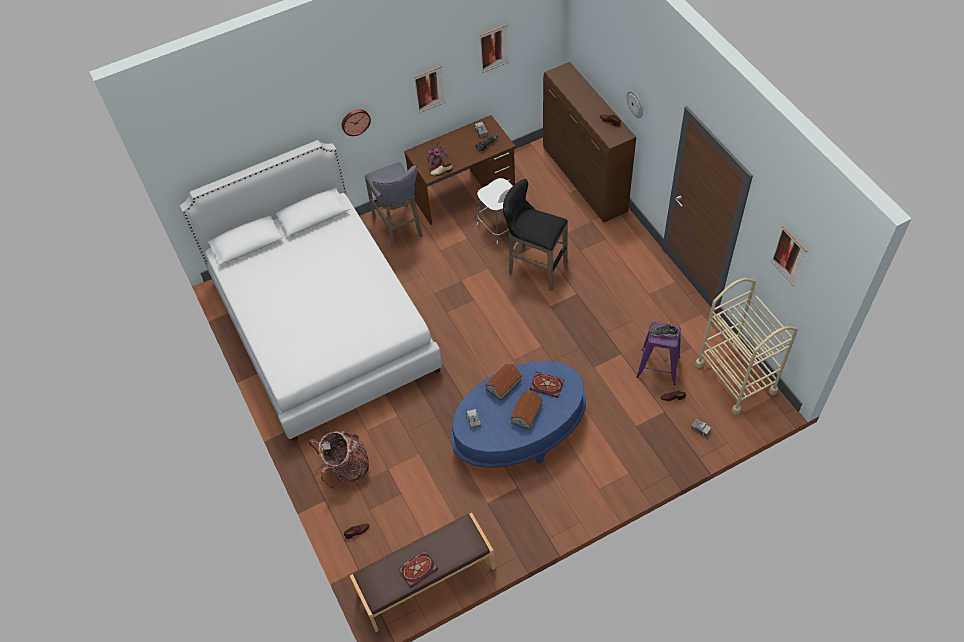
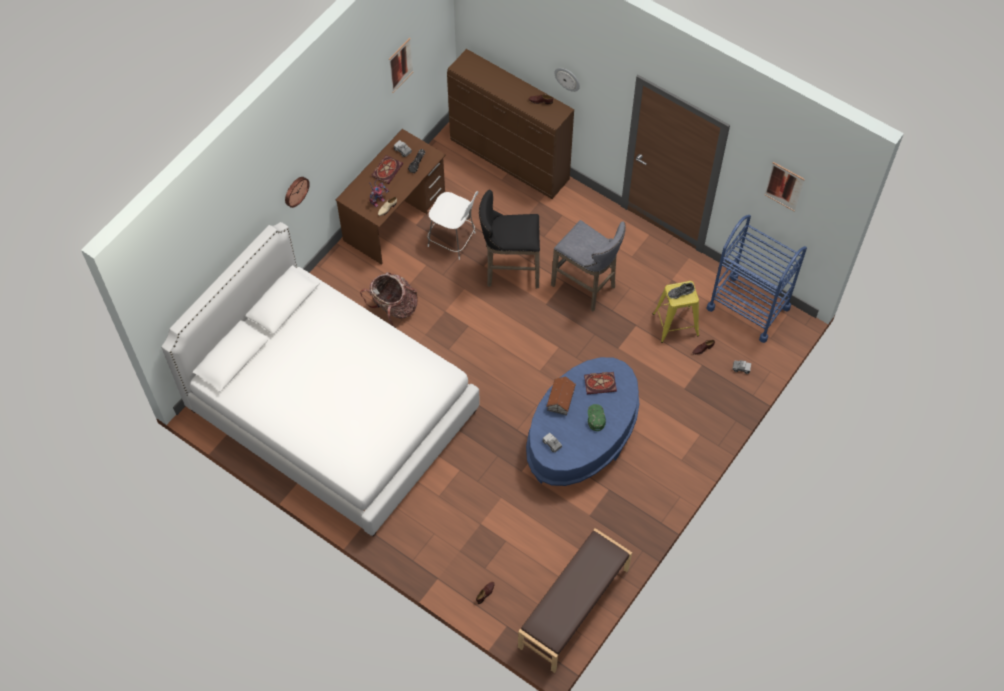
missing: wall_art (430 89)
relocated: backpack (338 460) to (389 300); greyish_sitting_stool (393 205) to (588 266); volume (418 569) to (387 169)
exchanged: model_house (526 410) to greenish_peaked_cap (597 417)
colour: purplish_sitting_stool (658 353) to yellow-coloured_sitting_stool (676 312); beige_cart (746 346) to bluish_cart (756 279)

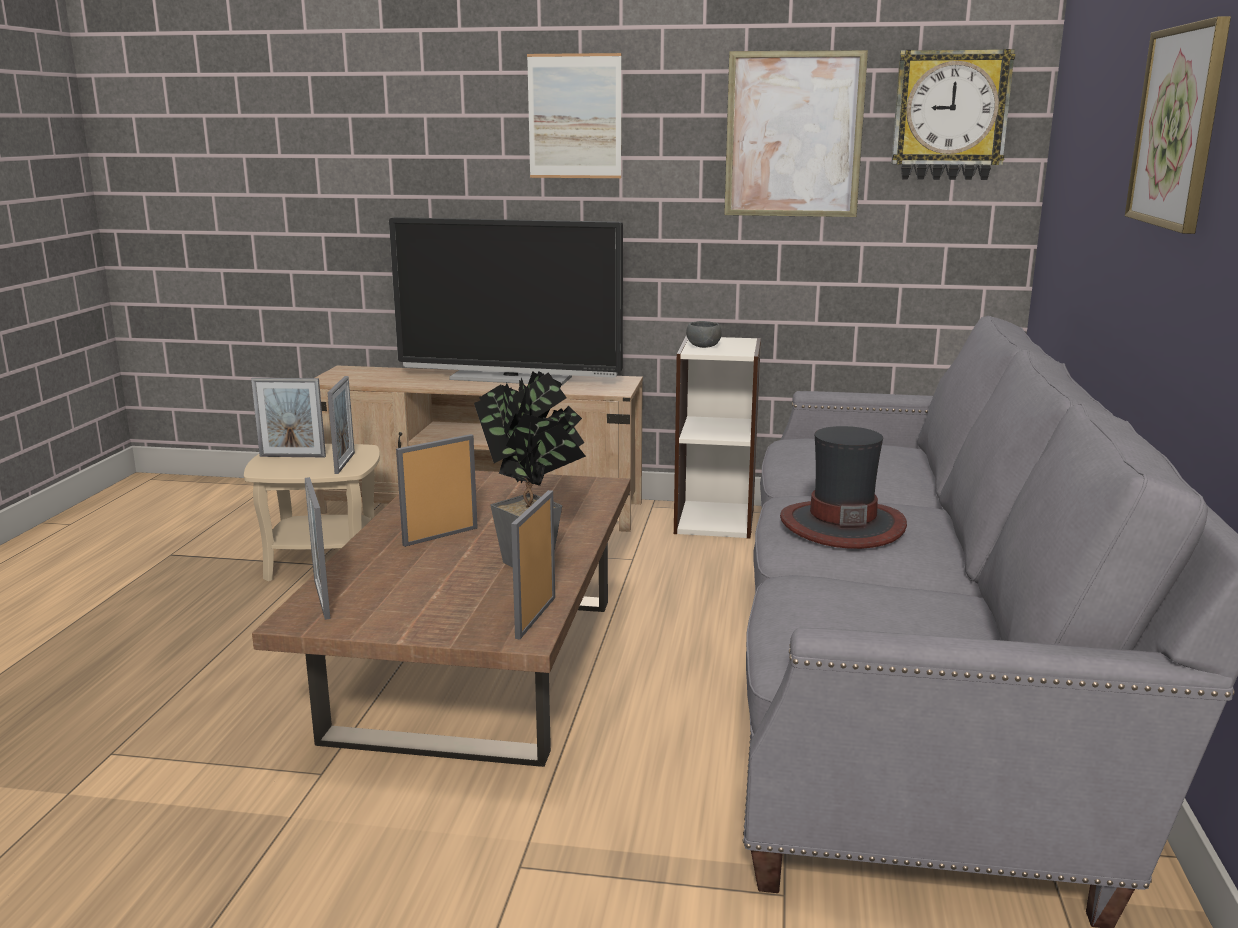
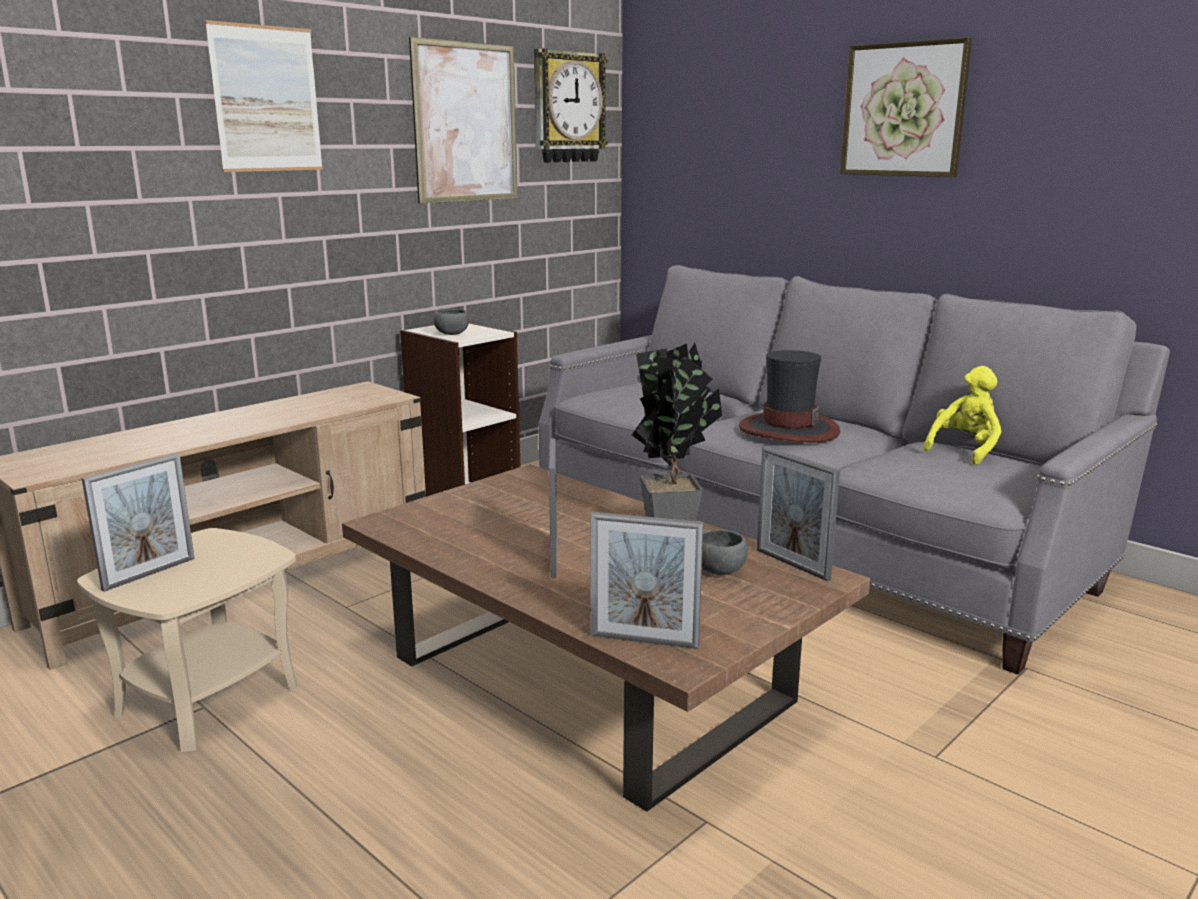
missing: picture_frame (341 425); TV (506 301)
appeared: greyish_deep_dish (725 552); yellow-coloured_soft_toy (962 415)

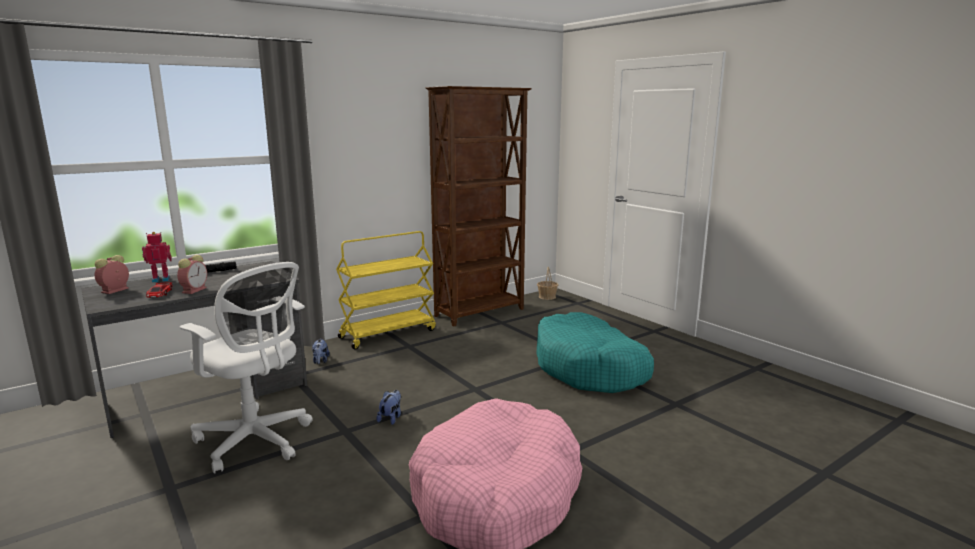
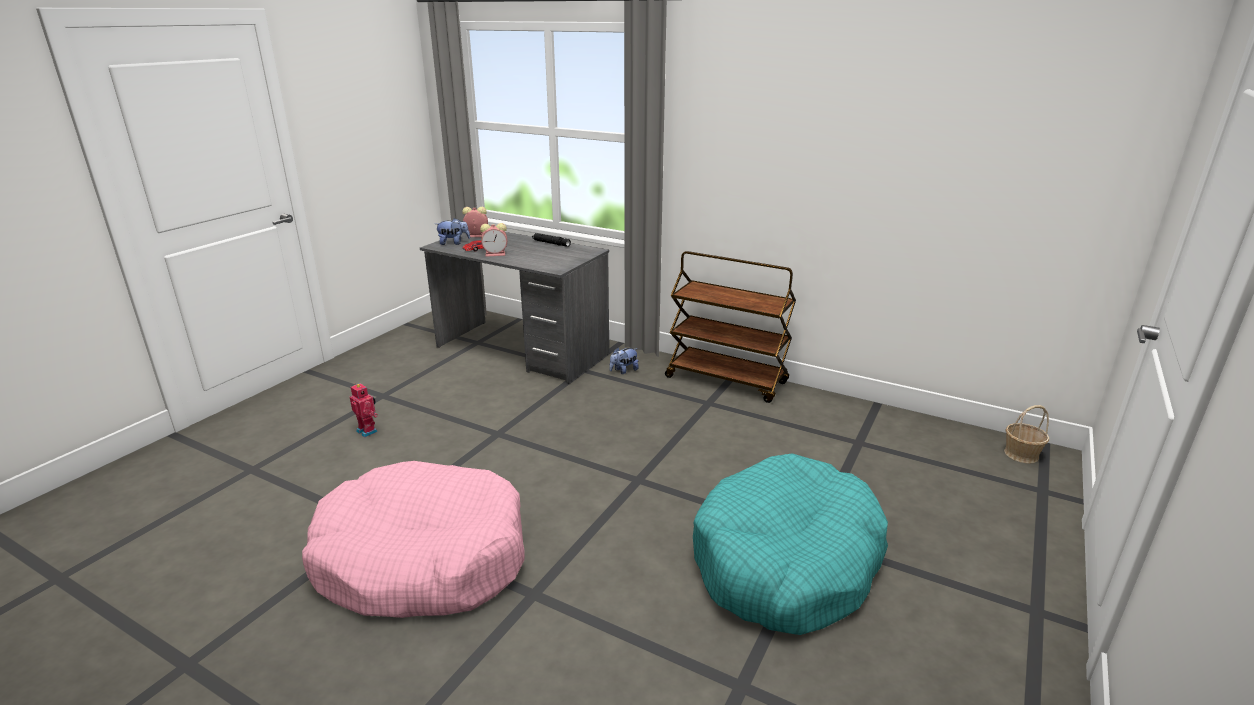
missing: whitish_office_chair (246 367); brownish_bookcase (478 206)
relocated: model_robot (157 257) to (364 410); soft_toy (389 407) to (453 231)
colour: yellow-coloured_cart (386 290) to brownish_cart (730 327)

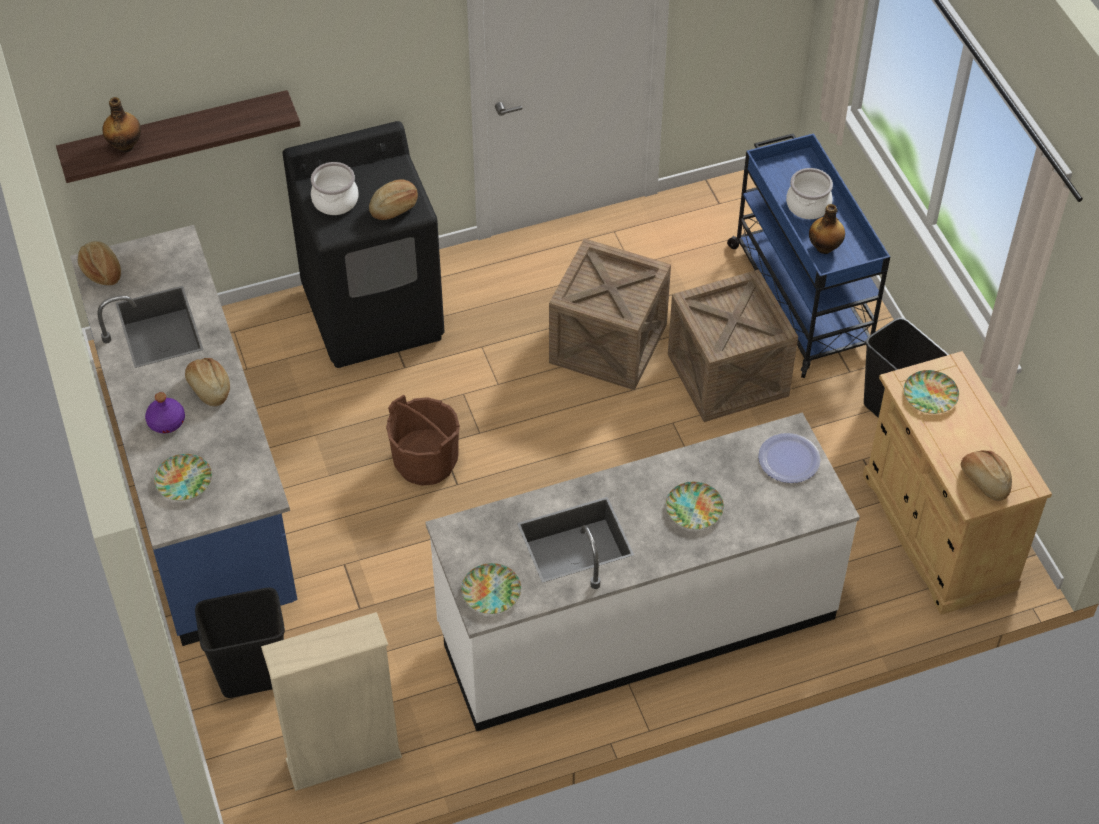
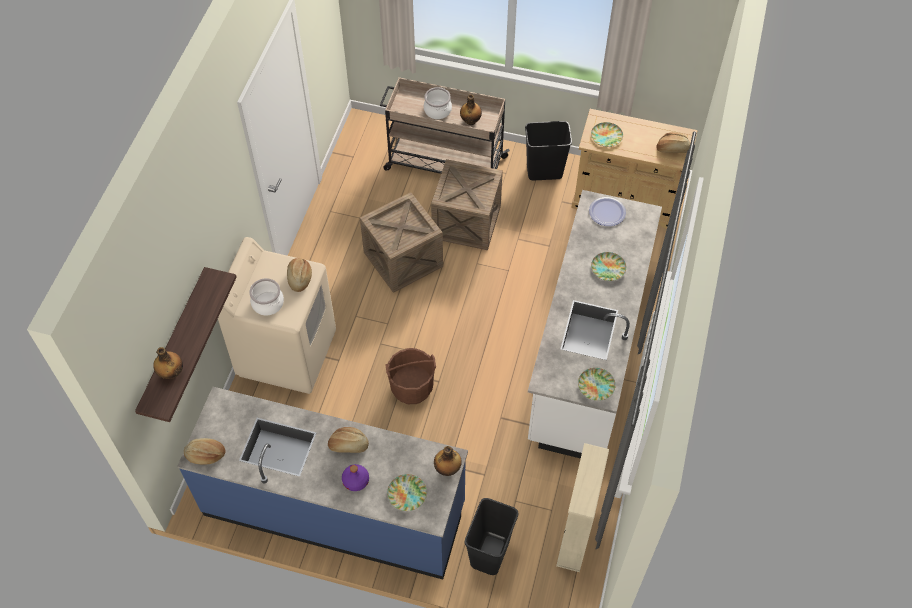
appeared: bottle (448 461)
colour: black_washing_machine (363 244) to beige_washing_machine (277 315); bluish_cart (808 255) to beige_cart (445 125)

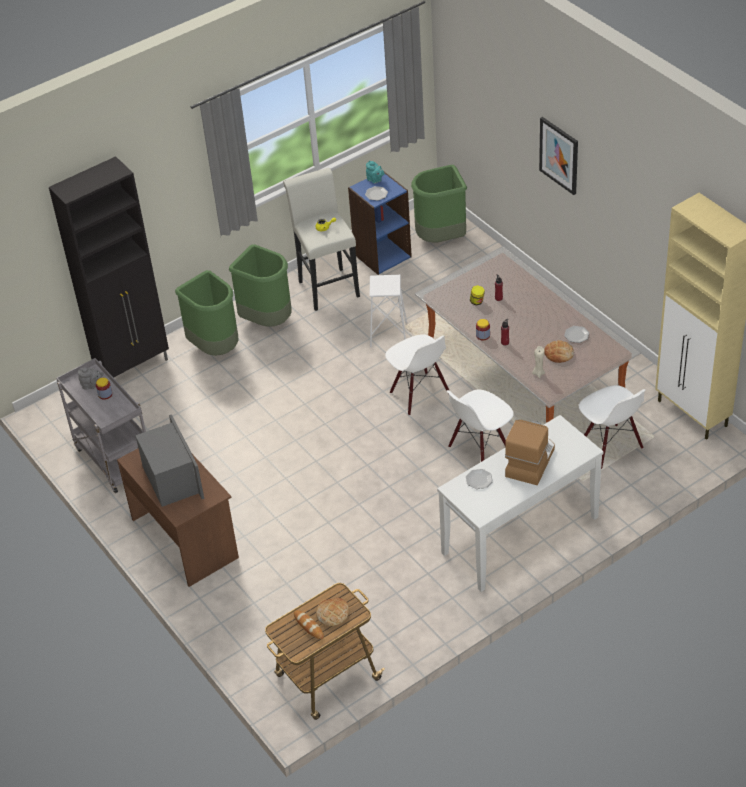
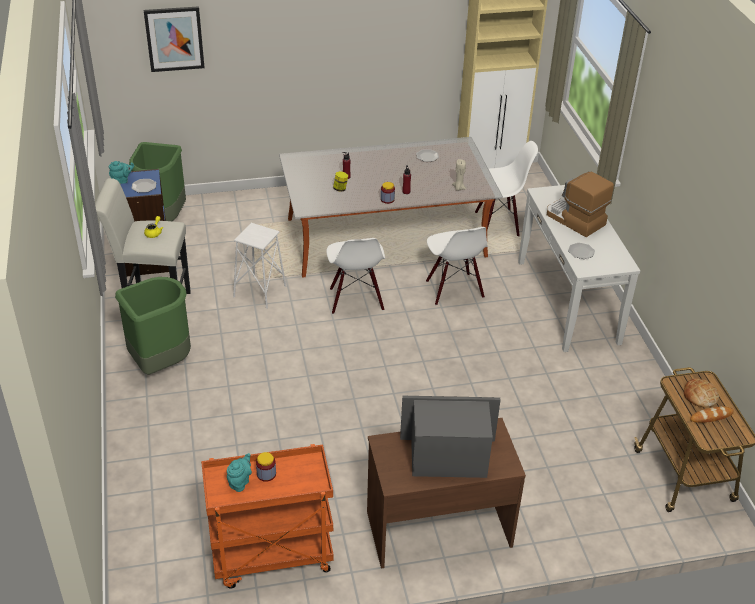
missing: black_cupboard (109 267); greenish_trash_can (207 313); bread (559 351)
relocated: wall_art (558 156) to (174 39)
colour: greyish_cart (101 425) to orange-coloured_cart (267 516); greyish_tea_pot (91 378) to turquoise-coloured_tea_pot (239 472)
spun: whitish_plain_chair (417 374) = (355 276) 90 degrees clockwise

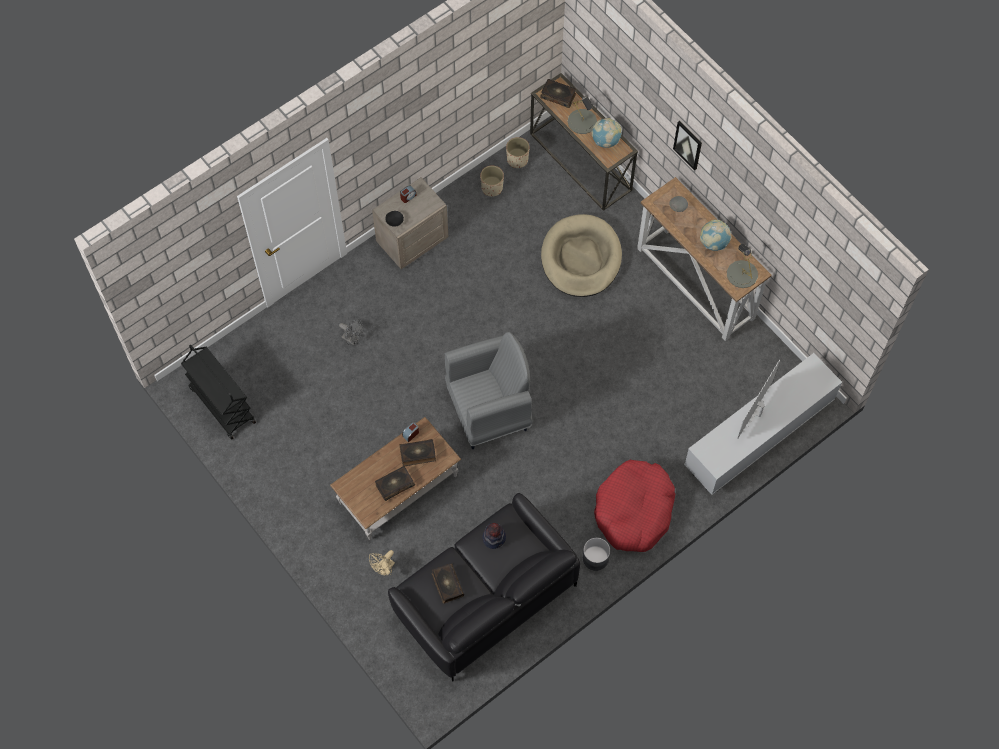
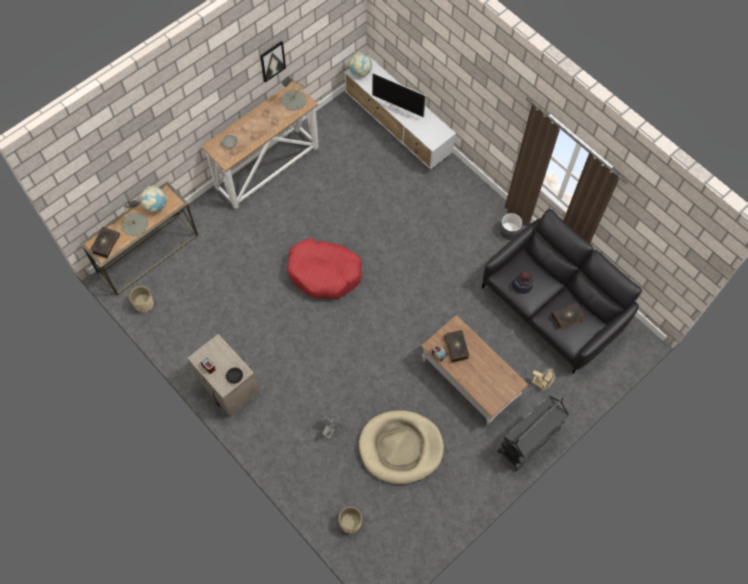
missing: volume (395 483); greyish_easy_chair (489 390)
relocated: black_cart (218 392) to (533 433); beige_planter (492 181) to (350 520); beige_pet_bed (581 255) to (401 447); red-coloured_pet_bed (635 506) to (324 268); wall_art (687 146) to (273 62); globe (715 235) to (360 64)

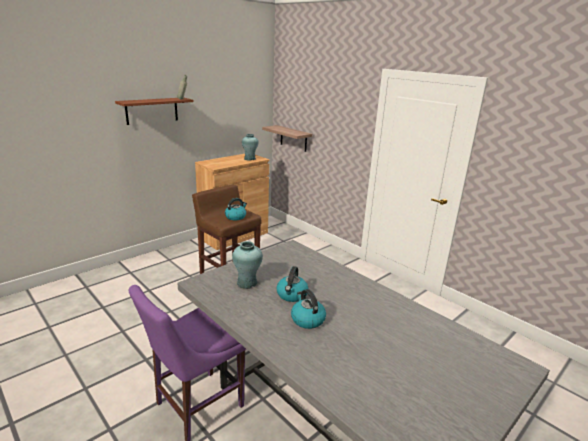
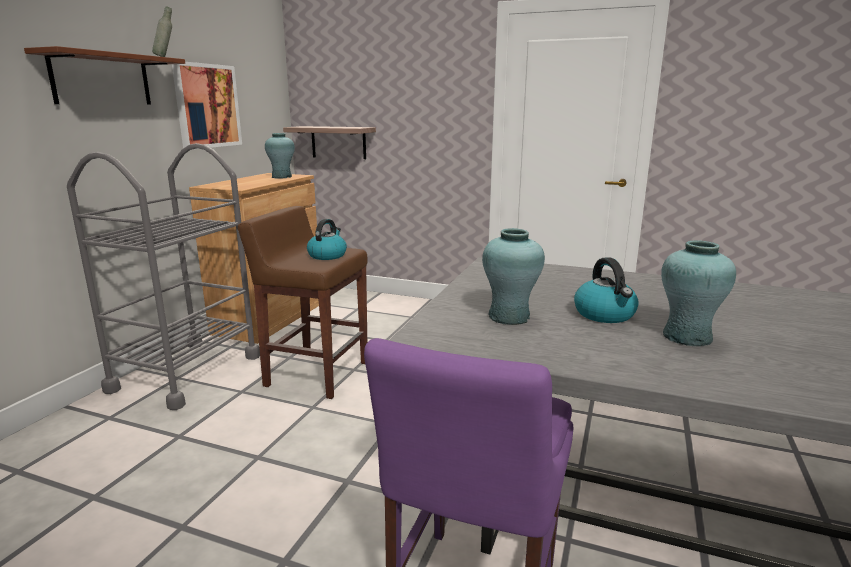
appeared: greyish_cart (163 276); wall_art (207 105)
exchanged: kettle (308 309) to turquoise-coloured_vase (698 293)

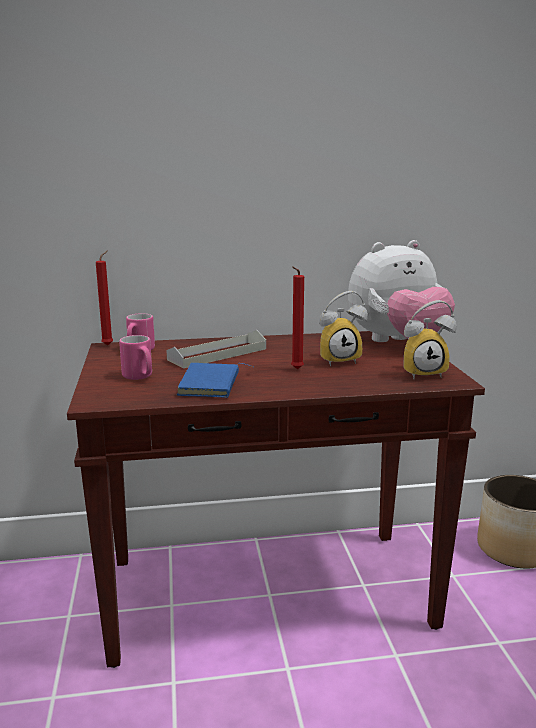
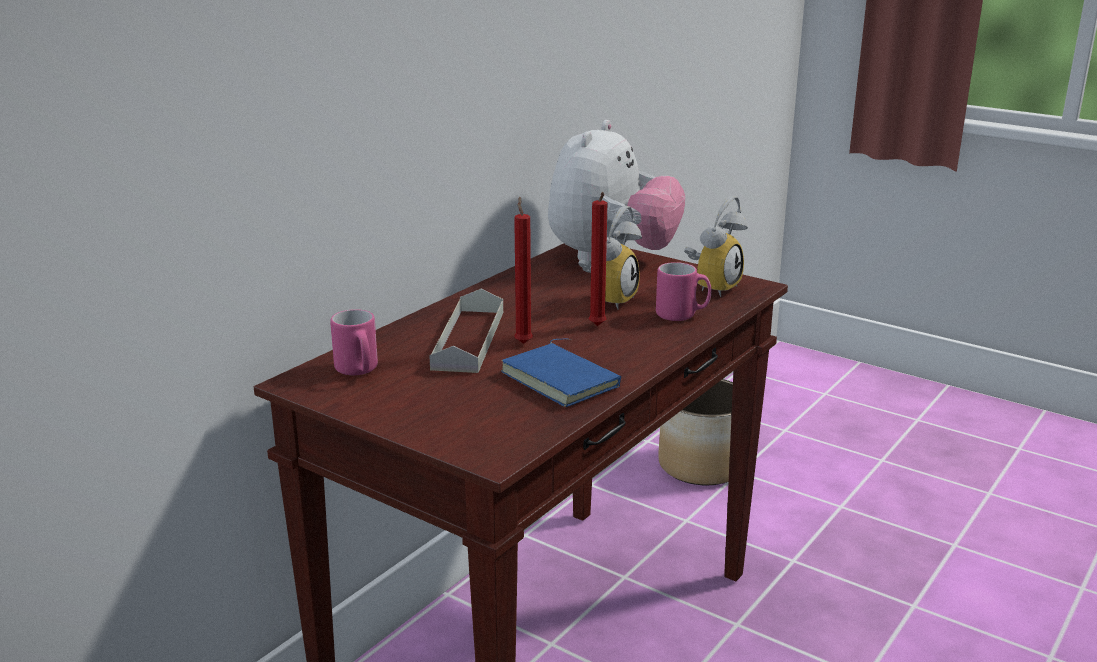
relocated: red-coloured_wax_candle (104 298) to (523 270); pinkish_mug (135 357) to (684 291)

